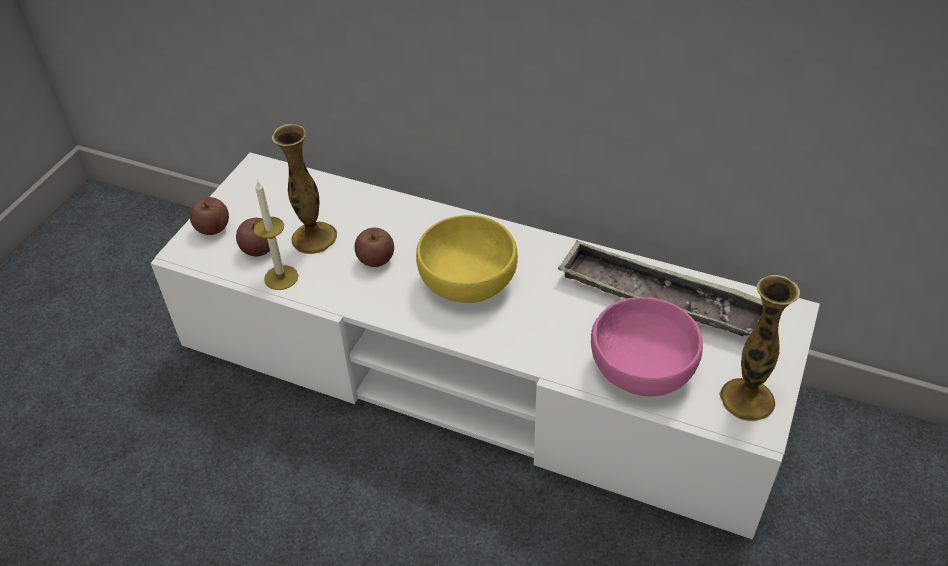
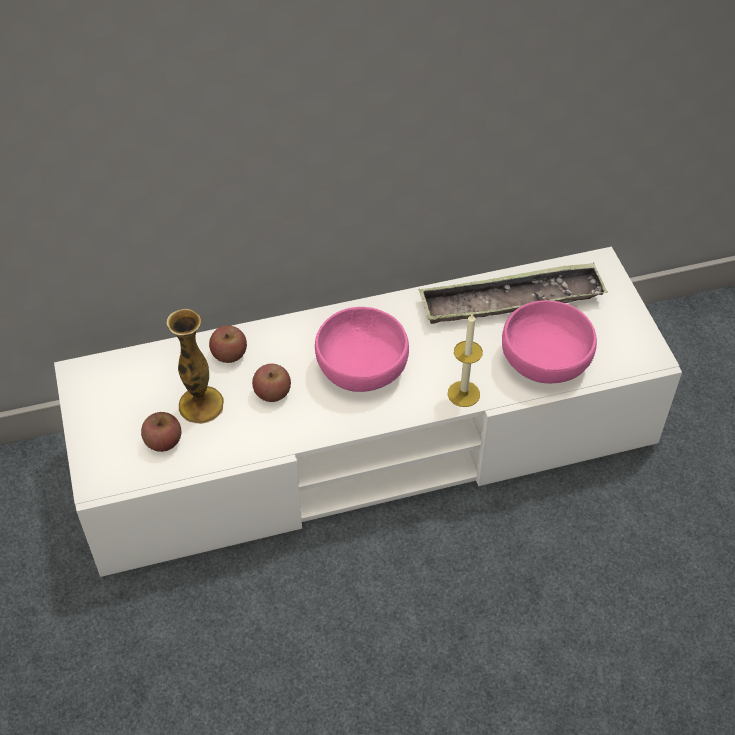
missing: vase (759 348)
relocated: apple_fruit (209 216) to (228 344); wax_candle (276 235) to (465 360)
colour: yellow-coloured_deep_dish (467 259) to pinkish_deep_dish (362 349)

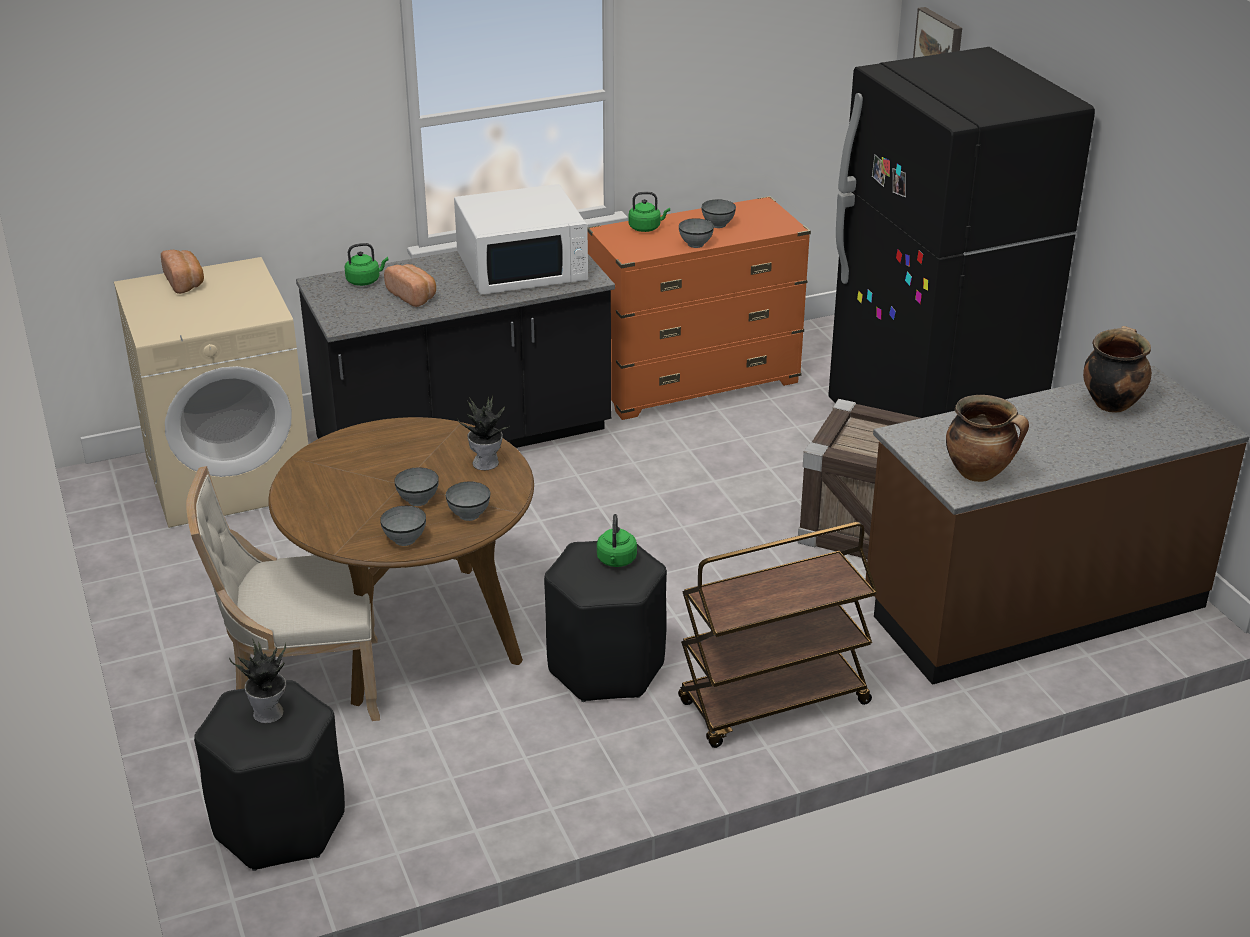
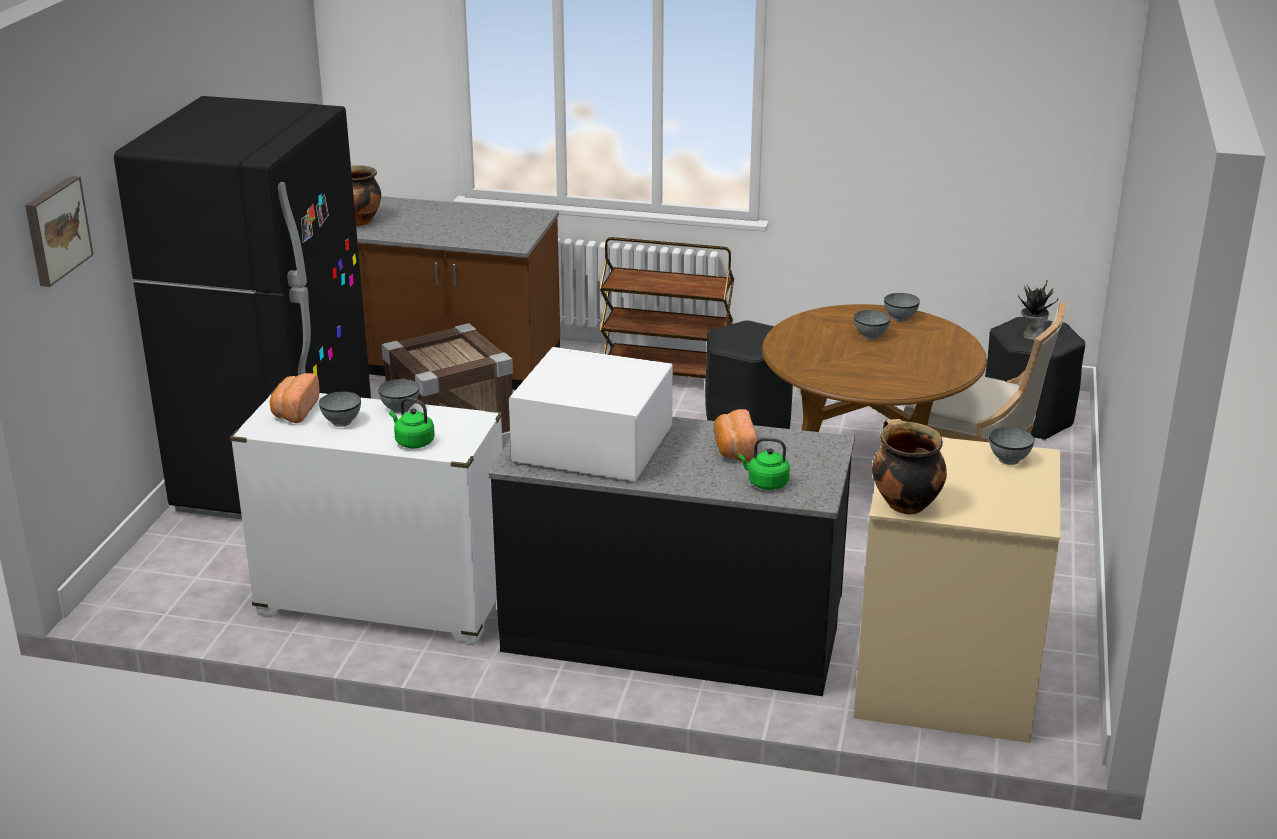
missing: plant_in_a_pot (483 433); greenish_kettle (617 540)
relocated: bread (182 272) to (295 398); greyish_deep_dish (468 501) to (1012 446); saucepot (987 438) to (909 466)
colour: orange-coloured_chest_of_drawers (699 308) to whitish_chest_of_drawers (366 516)

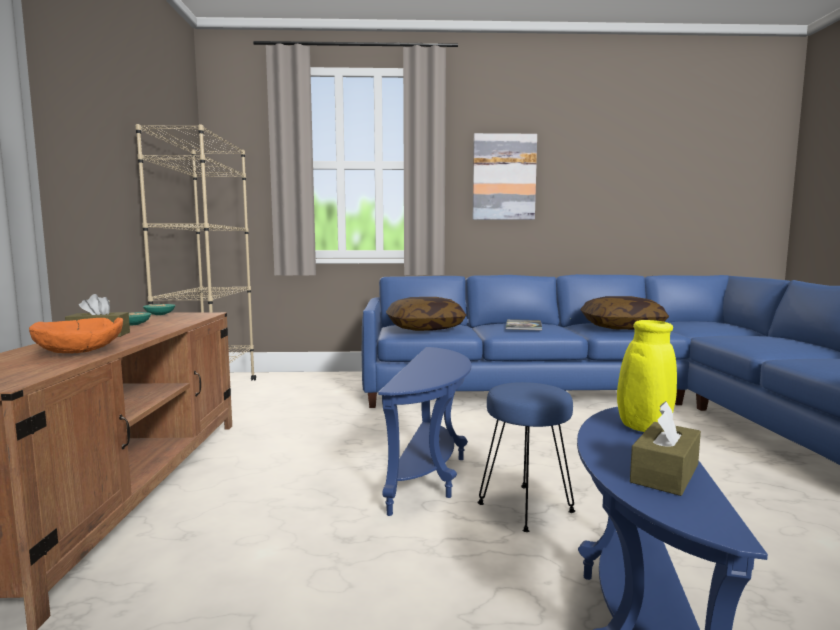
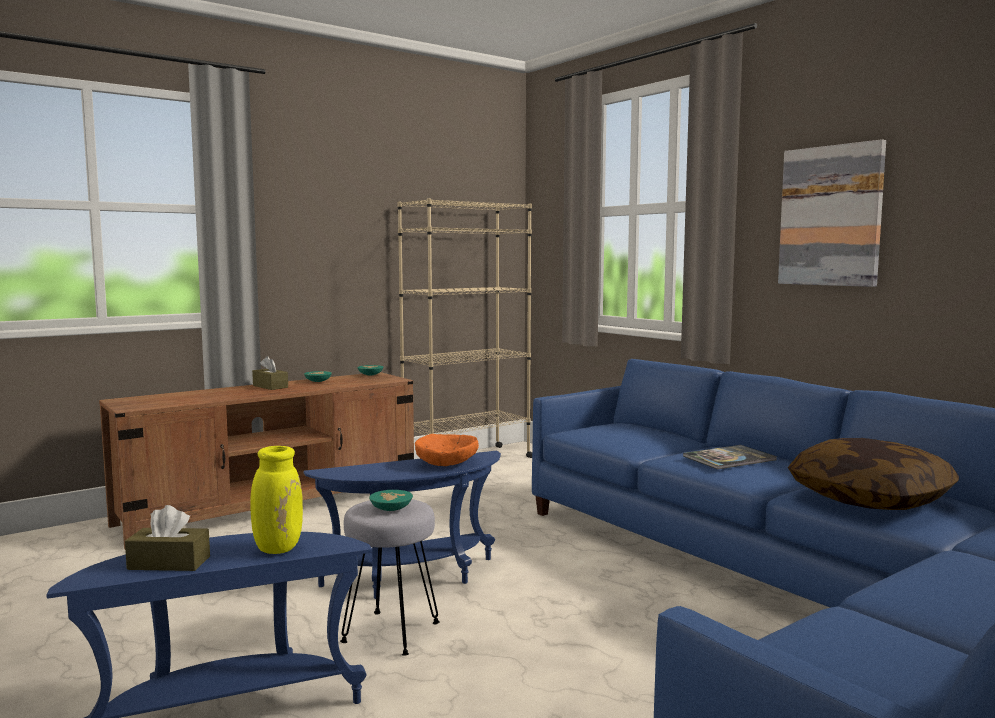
missing: pillow (426 314)
appeared: turquoise-coloured_deep_dish (391 500)
relocated: orange-coloured_deep_dish (76 335) to (447 450)
colour: bluish_sitting_stool (526 457) to greyish_sitting_stool (390 577)

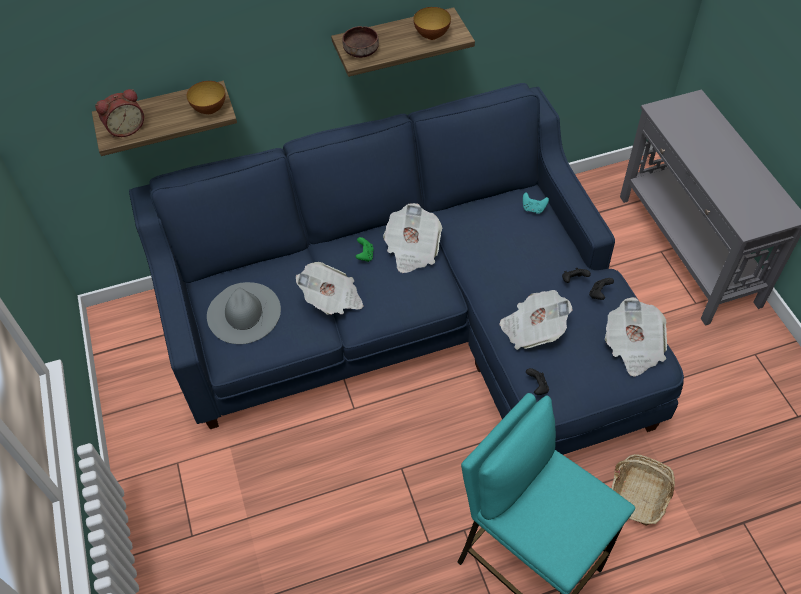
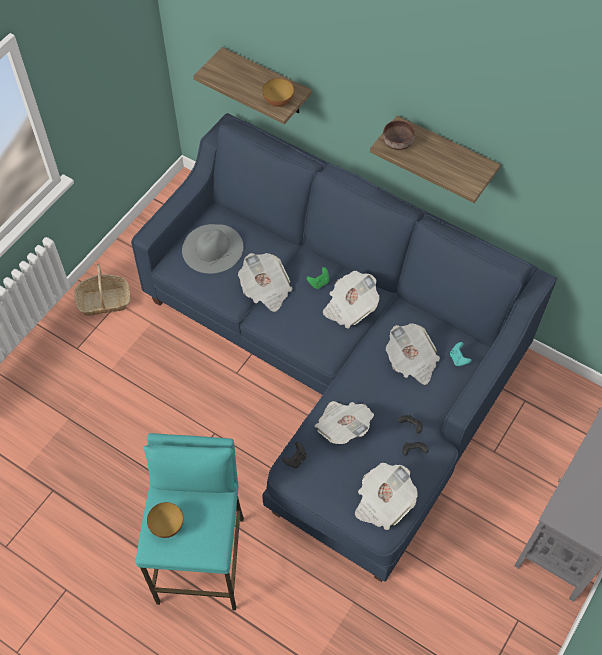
missing: alarm_clock (119 113)
appeared: printed_paper (413 354)
relocated: deep_dish (432 23) to (165 520); storage_basket (643 490) to (102 290)

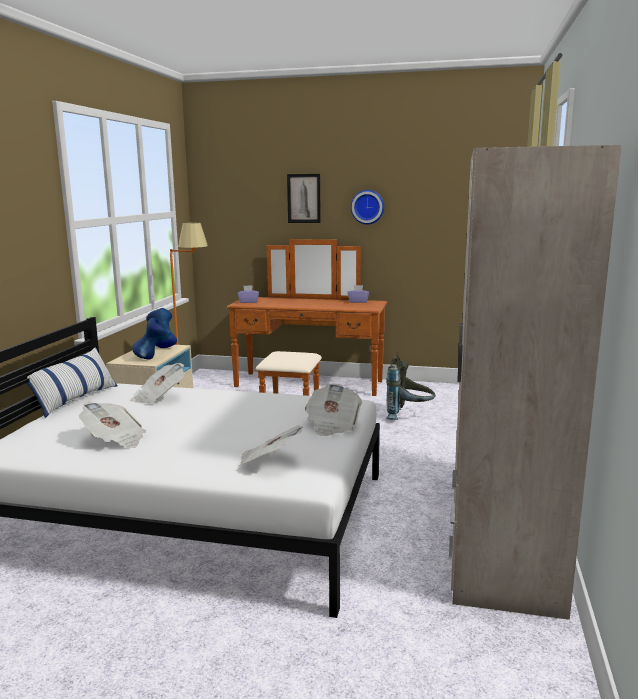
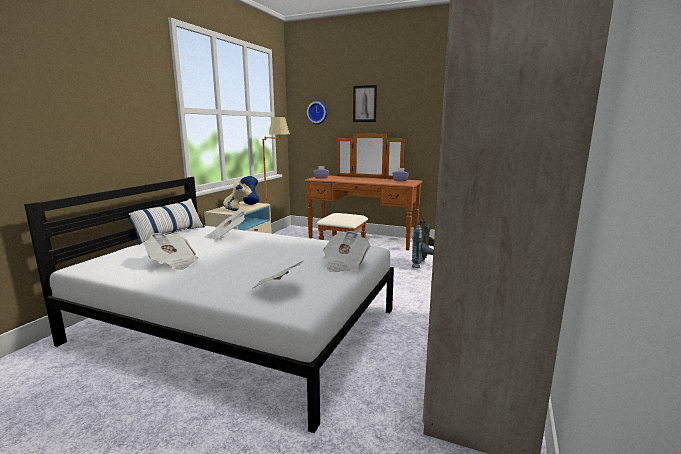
relocated: wall_clock (367 207) to (317 112)
colour: bluish_vase (152 339) to beige_vase (237 195)

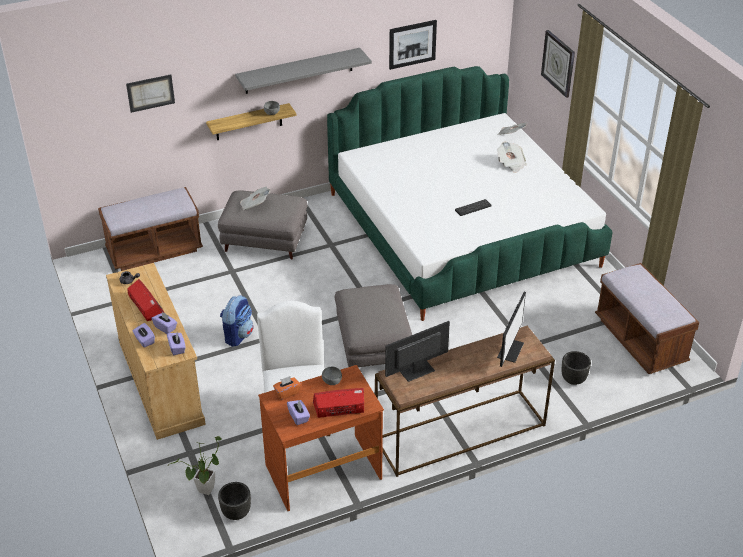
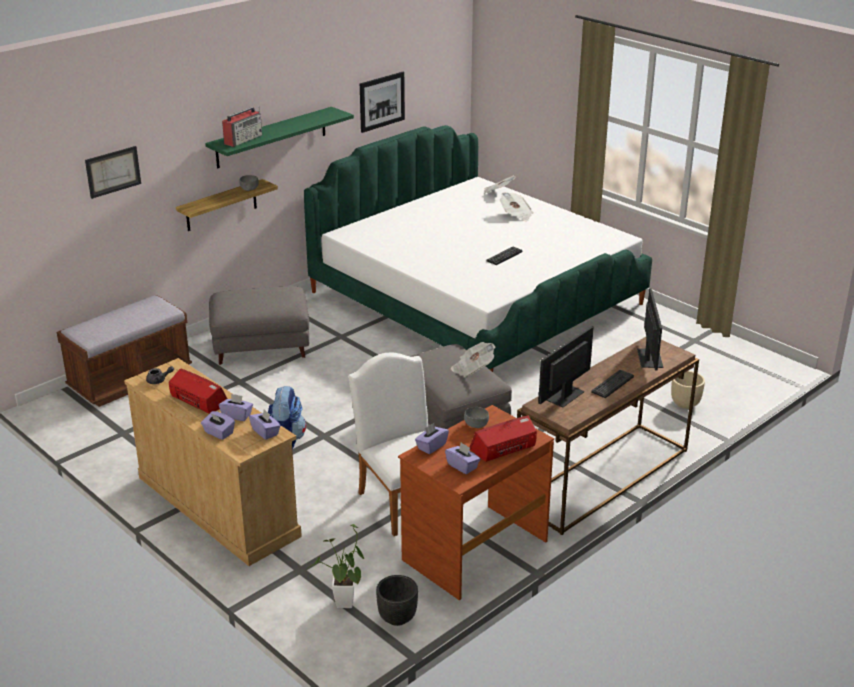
missing: wall_clock (558 64); brownish_indoor_bench (647 318)
appeared: radio_set (242 127); computer_keyboard (612 384)
relocated: printed_paper (255 198) to (473 359)
colour: greyish_bracket_shelf (303 71) to greenish_bracket_shelf (279 137); orange-coloured_box_of_tissues (287 388) to purplish_box_of_tissues (432 438); black_planter (576 368) to beige_planter (688 390)

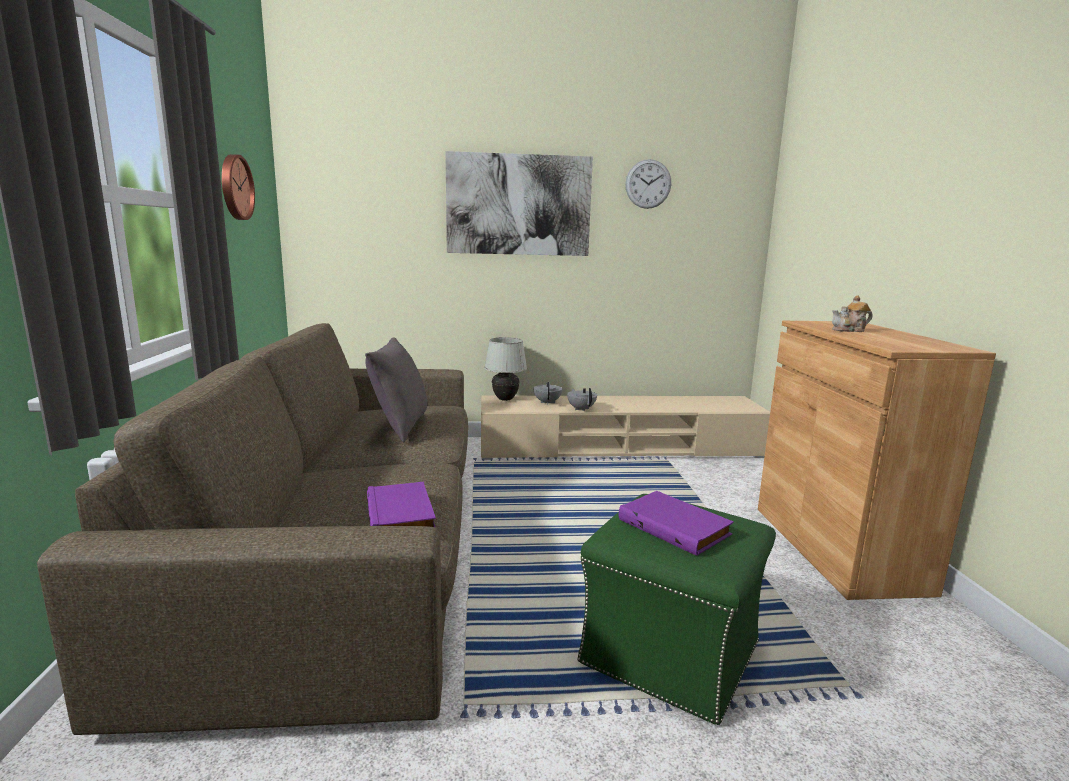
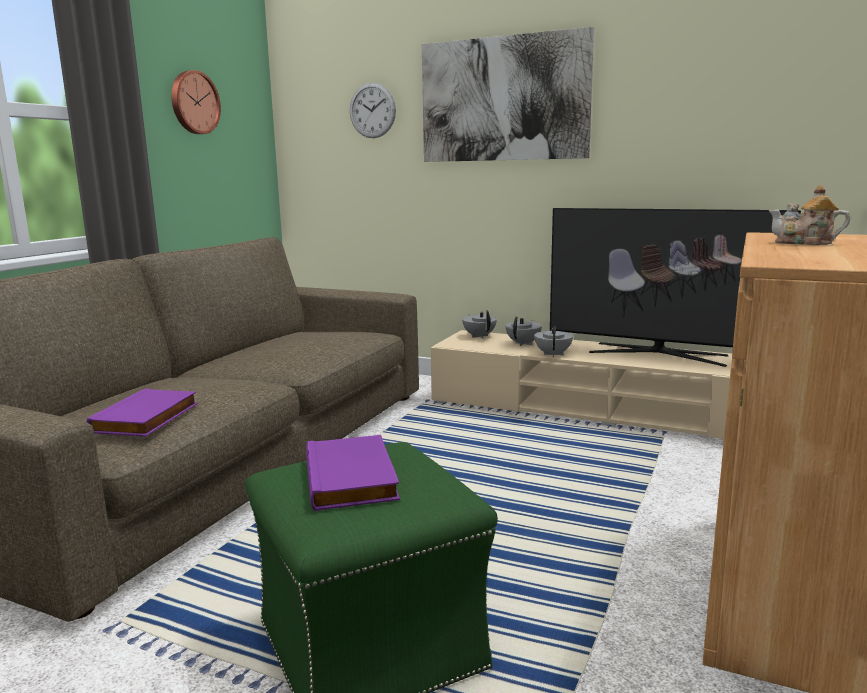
missing: greyish_pillow (396 390)
appeared: TV (675 287)
relocated: wall_clock (648 184) to (373 110)
exchanged: whitish_lamp_for_a_table (505 369) to greyish_tea_pot (479 324)

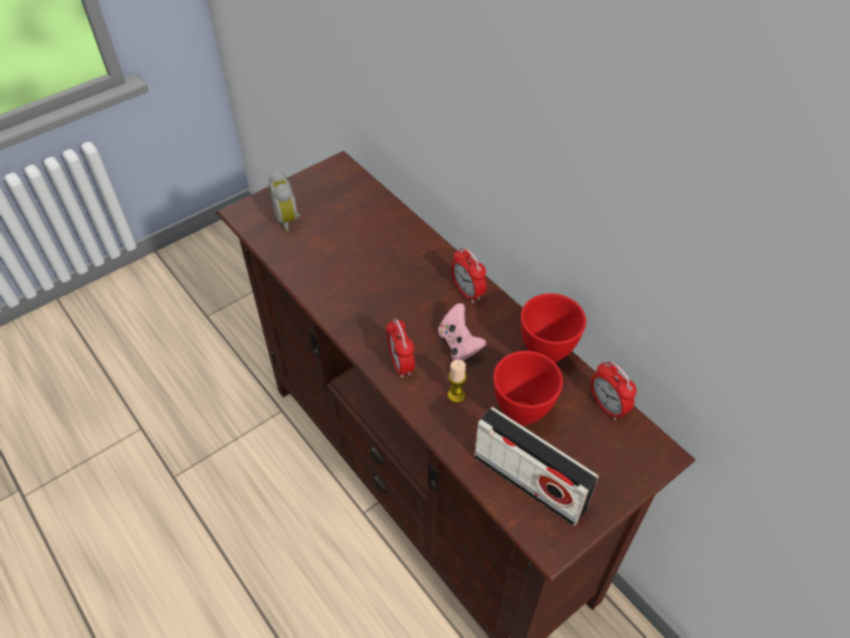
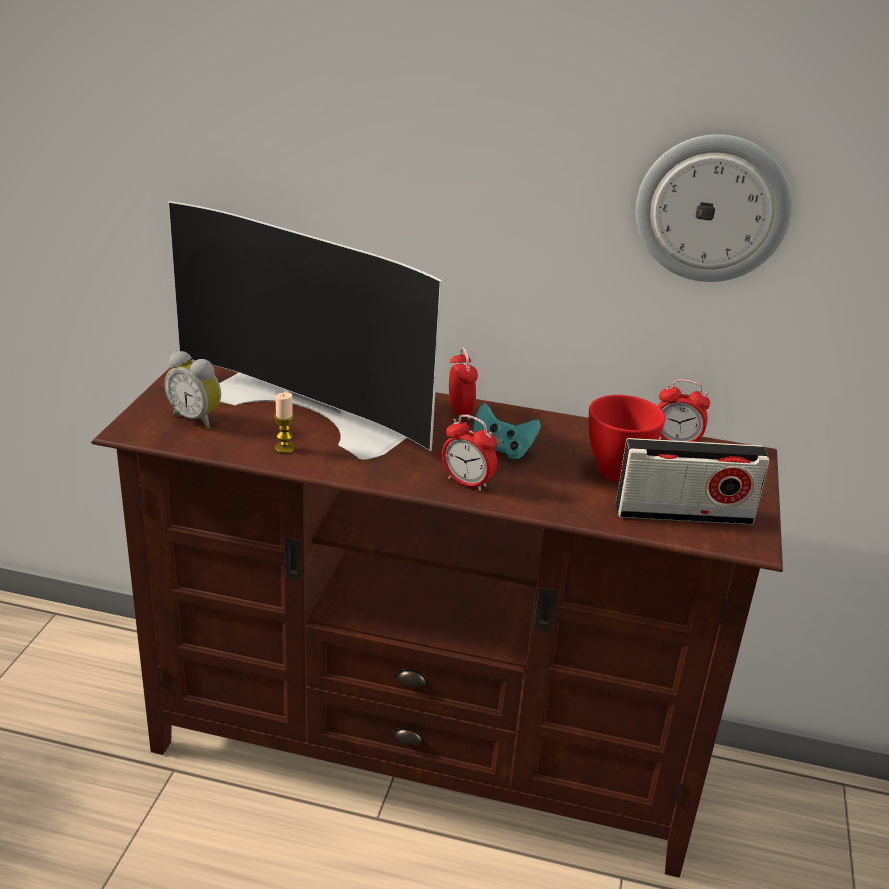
missing: red-coloured_deep_dish (553 328)
appeared: TV (305 330); wall_clock (714 208)
relocated: wax_candle (457 381) to (284 422)
colour: pinkish_joypad (462 332) to turquoise-coloured_joypad (507 431)
spun: alarm_clock (468 275) = (463 383) 120 degrees counterclockwise

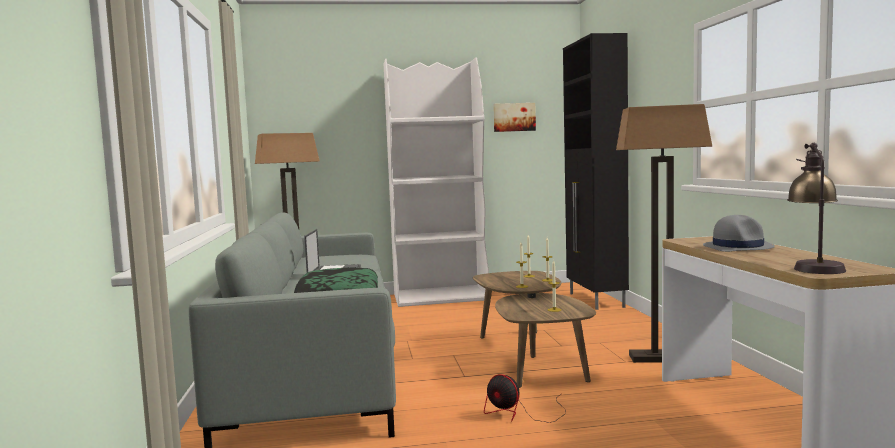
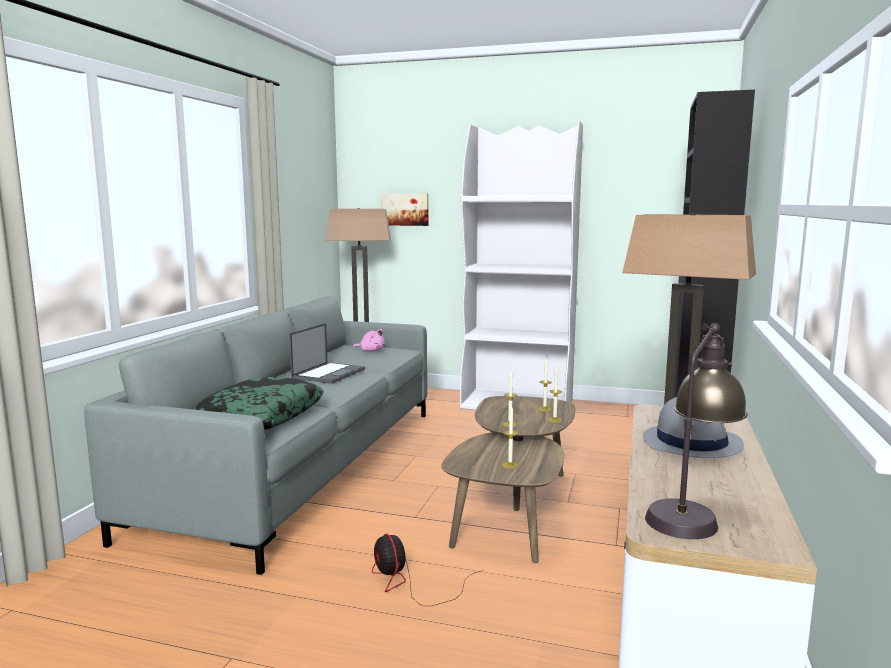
appeared: pinkish_soft_toy (369 340)
relocated: wall_art (514 117) to (405 209)

